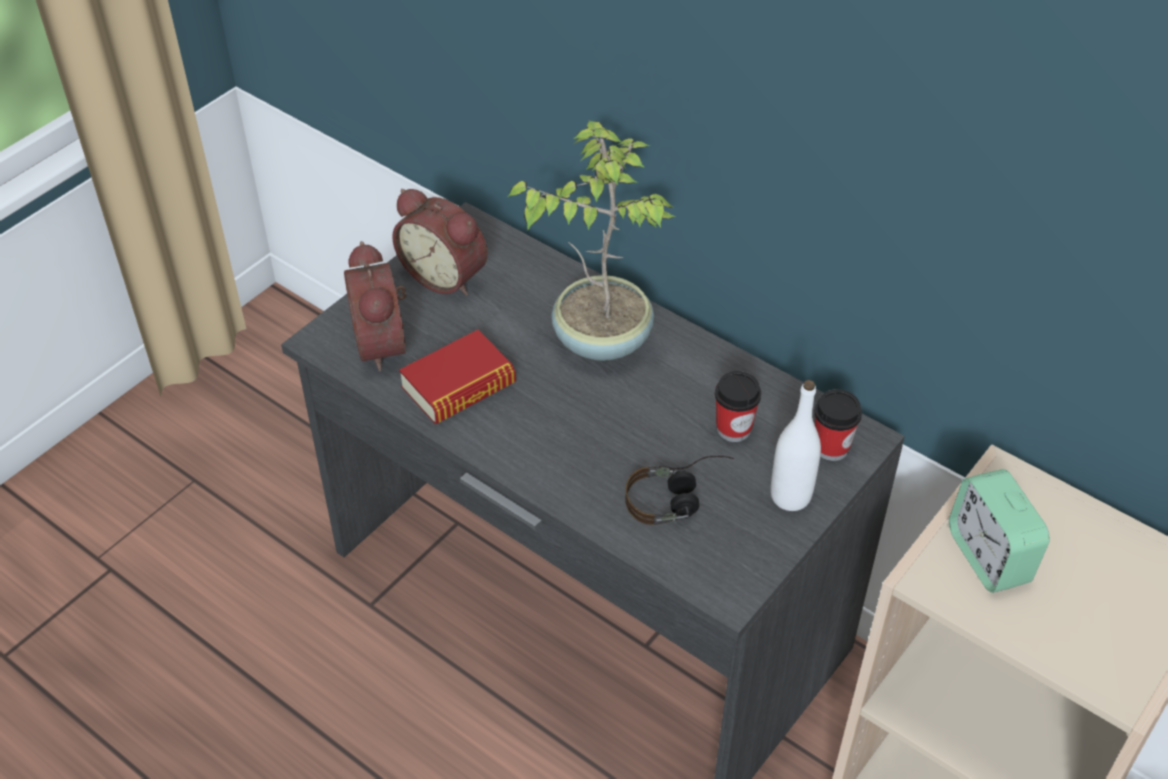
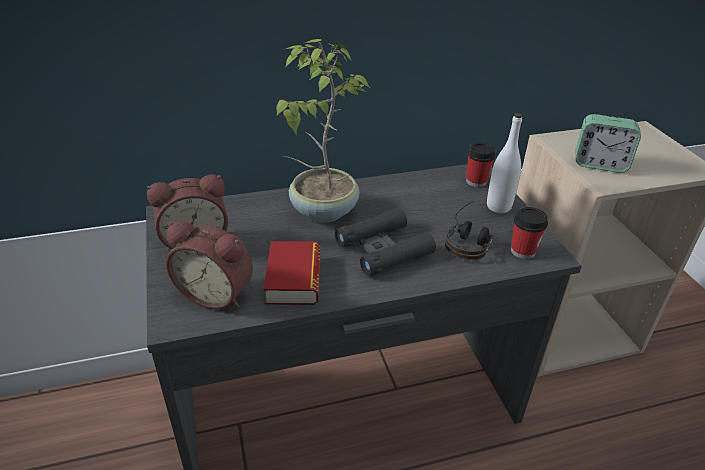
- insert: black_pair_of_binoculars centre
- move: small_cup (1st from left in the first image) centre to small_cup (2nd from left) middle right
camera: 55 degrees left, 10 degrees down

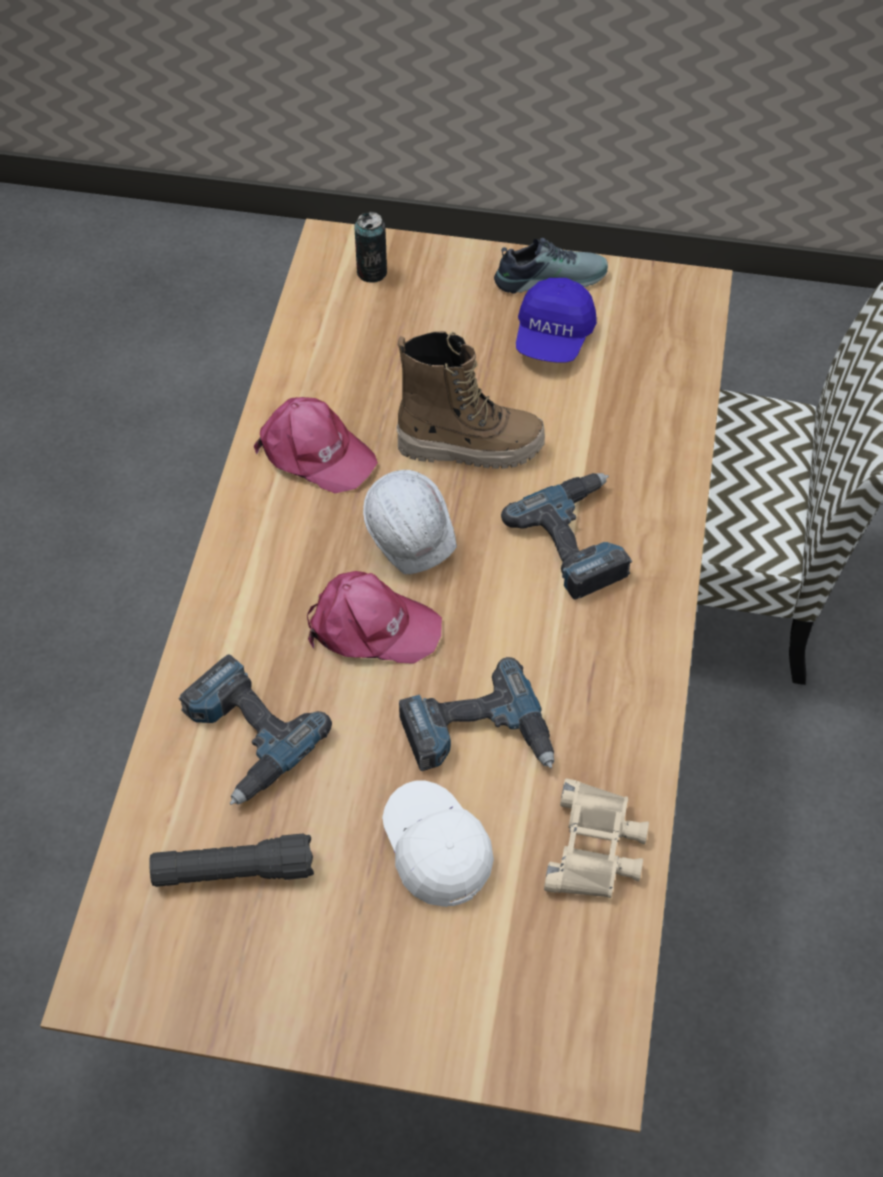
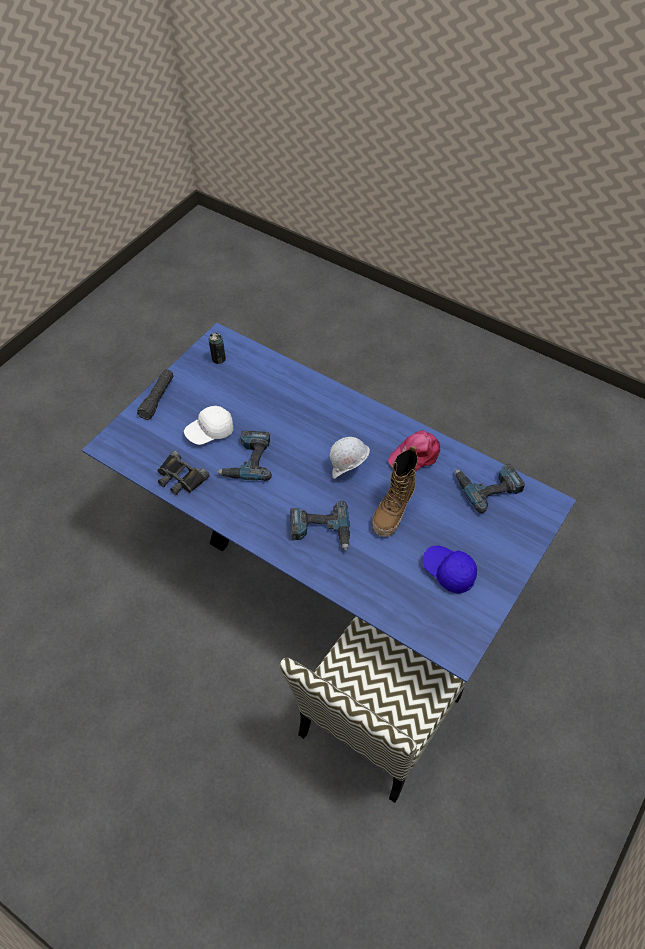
- recolor: brown-coloured_dining_table centre to blue-coloured_dining_table centre
- move: black_torch bottom left to middle left
- recolor: sand-coloured_pair_of_binoculars bottom right to black_pair_of_binoculars middle left
- rotate: whitish_baseball_cap bottom centre = middle left 150 degrees clockwise
- move: sealed_can top centre to centre
- move: drill (1st from left in the first image) middle left to drill (3rd from left) middle right
- delete: pinkish_baseball_cap (2nd from left) centre
- delete: item_of_footwear top centre
camera: 115 degrees right, 0 degrees up

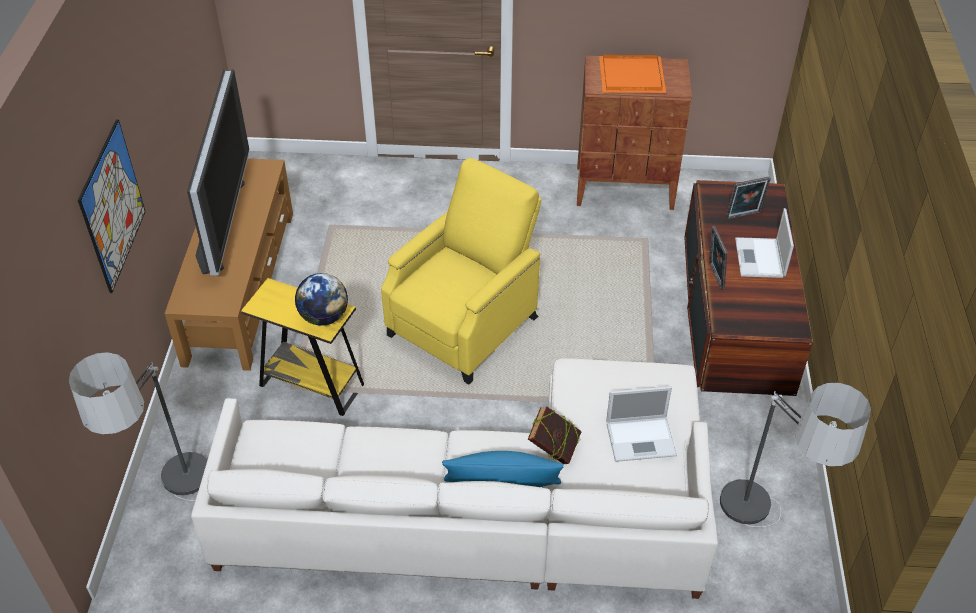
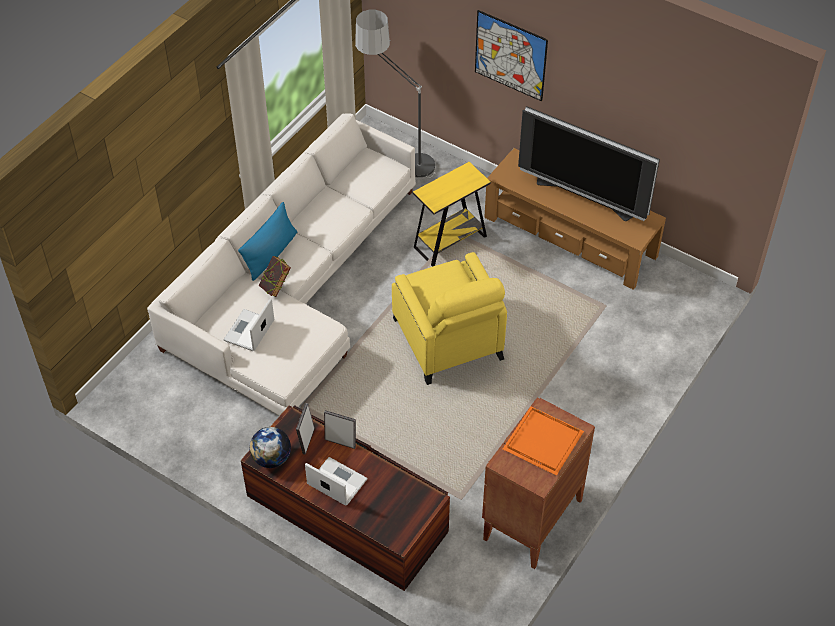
- move: globe middle left to bottom left
- move: photo_frame (2nd from left in the first image) top right to photo_frame (1st from left) bottom centre
- delete: standard_lamp (2nd from left) bottom right
camera: 120 degrees right, 5 degrees up

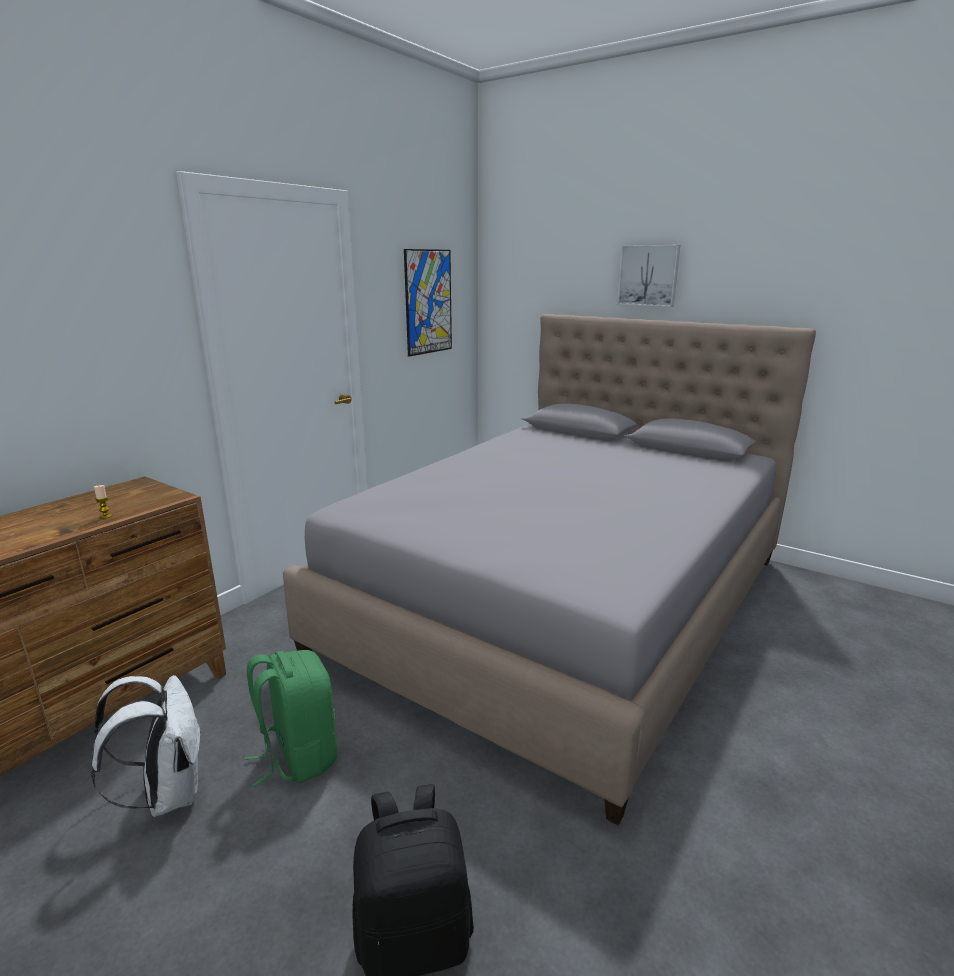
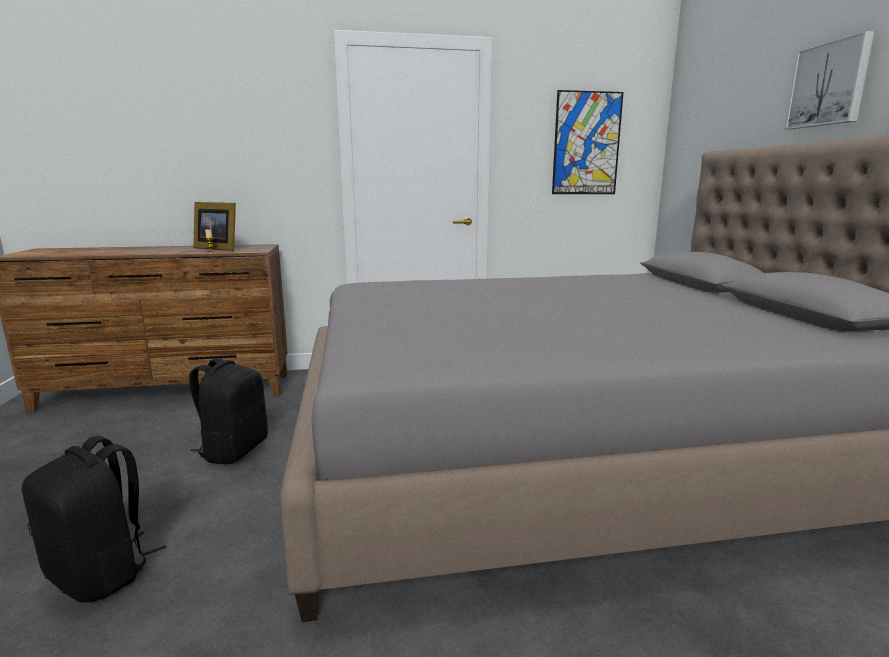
- recolor: green_knapsack bottom left to black_knapsack (2nd from left) middle left
- insert: photo_frame middle left
- delete: whitish_knapsack bottom left
camera: 45 degrees right, 5 degrees down

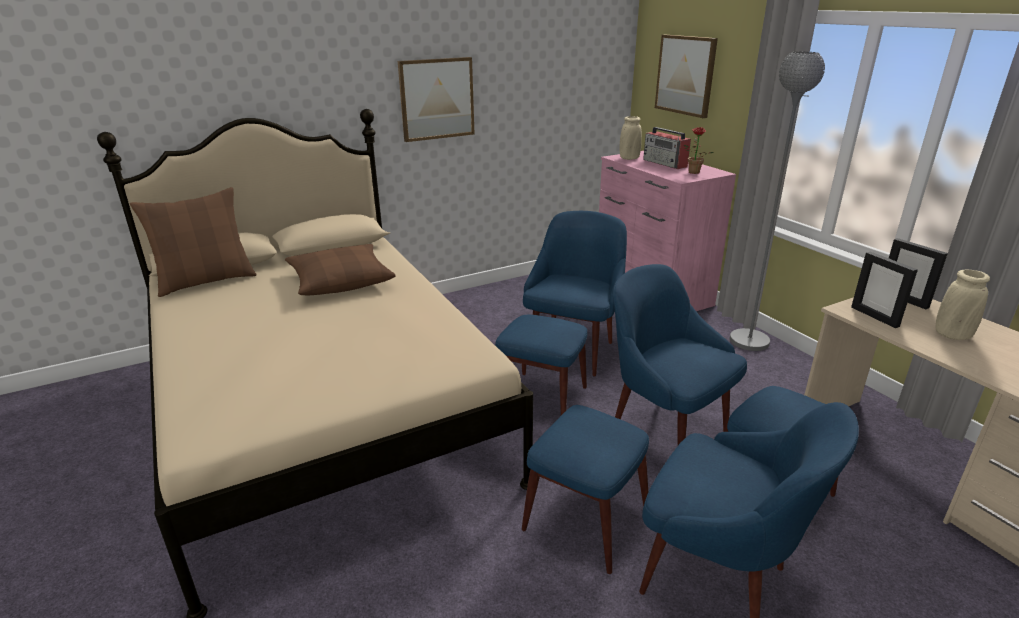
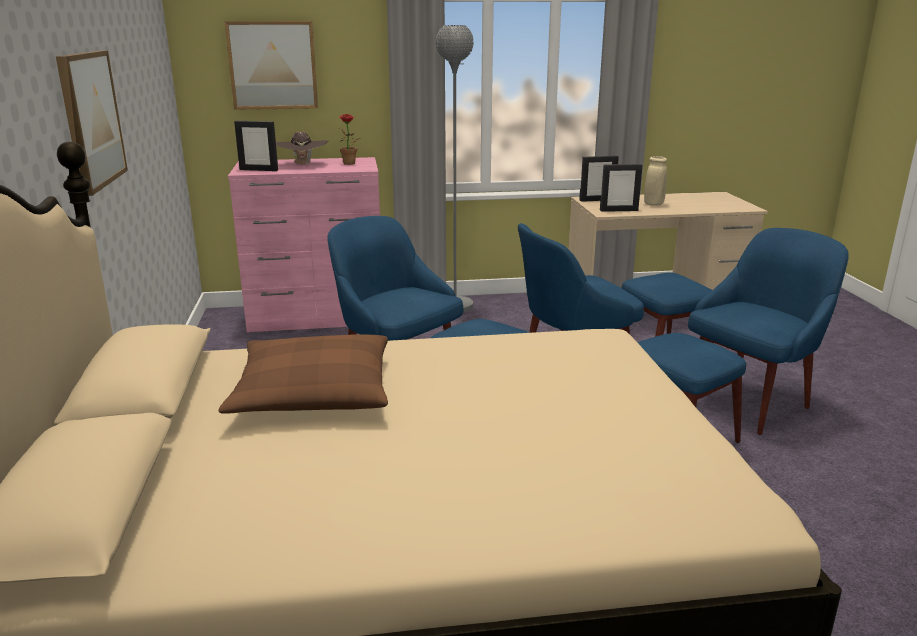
- replace: sand-coloured_vase (1st from left) top centre to photo_frame (1st from left) top left
- replace: radio top centre to brown-coloured_clothing_hat top left
- delete: brown-coloured_cushion (1st from left) middle left
camera: 70 degrees left, 5 degrees down

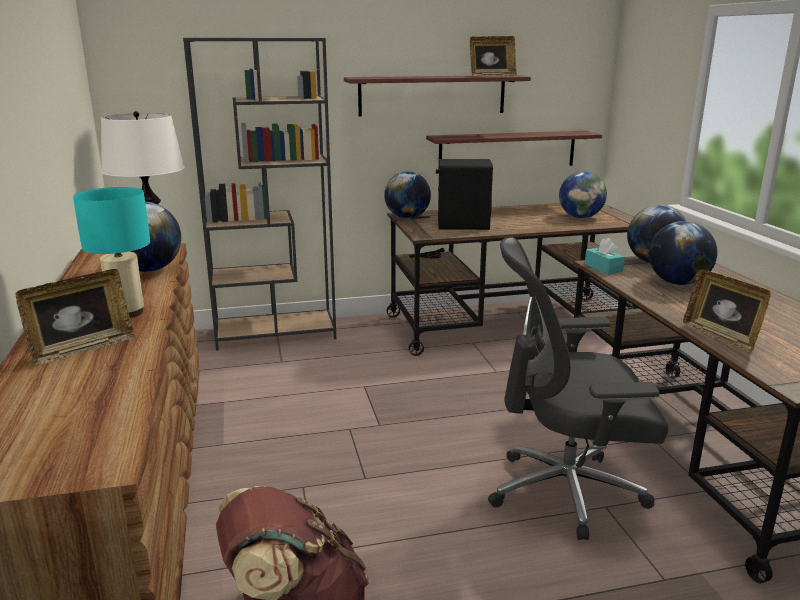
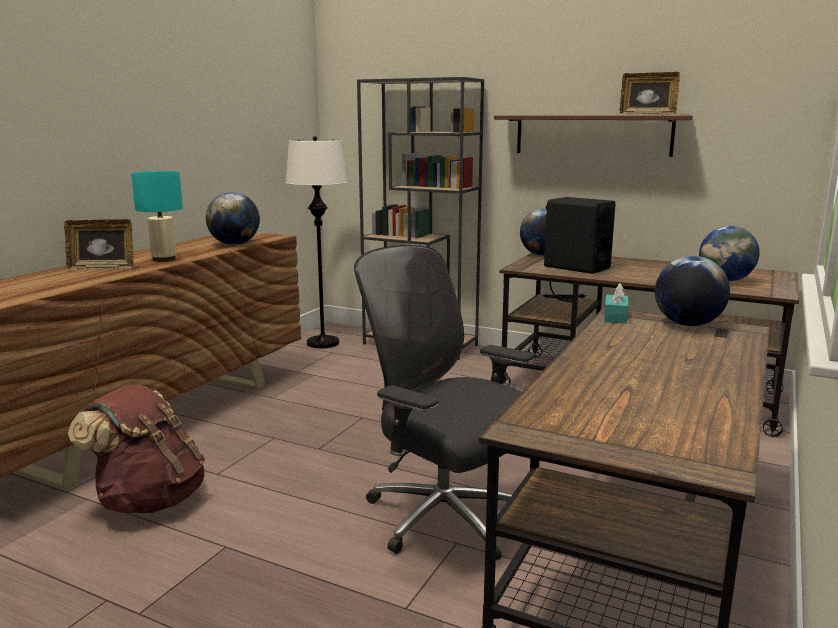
- delete: bracket_shelf (2nd from left) top centre
- delete: globe (5th from left) middle right
- delete: photo_frame (3rd from left) middle right
camera: 40 degrees right, 5 degrees down

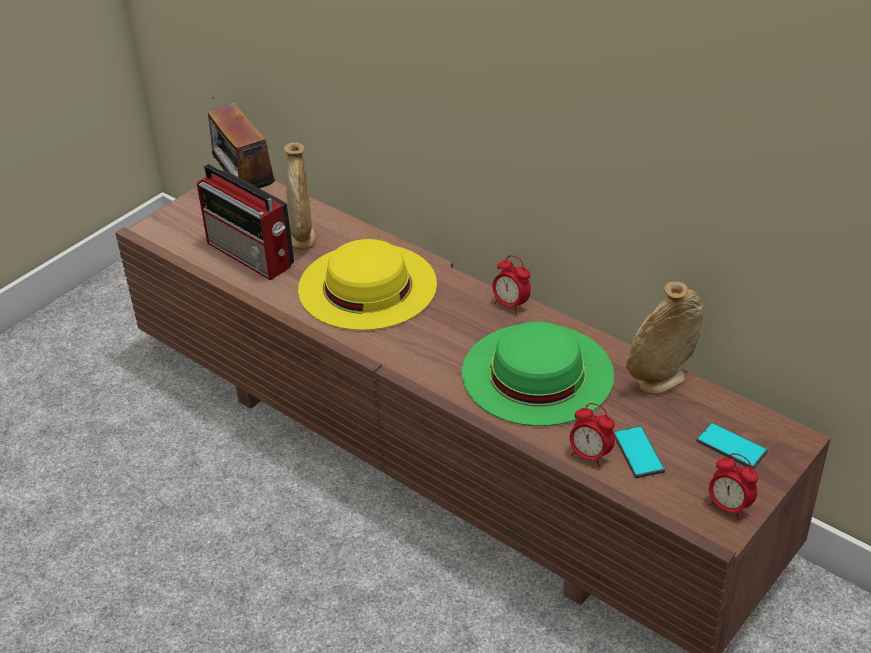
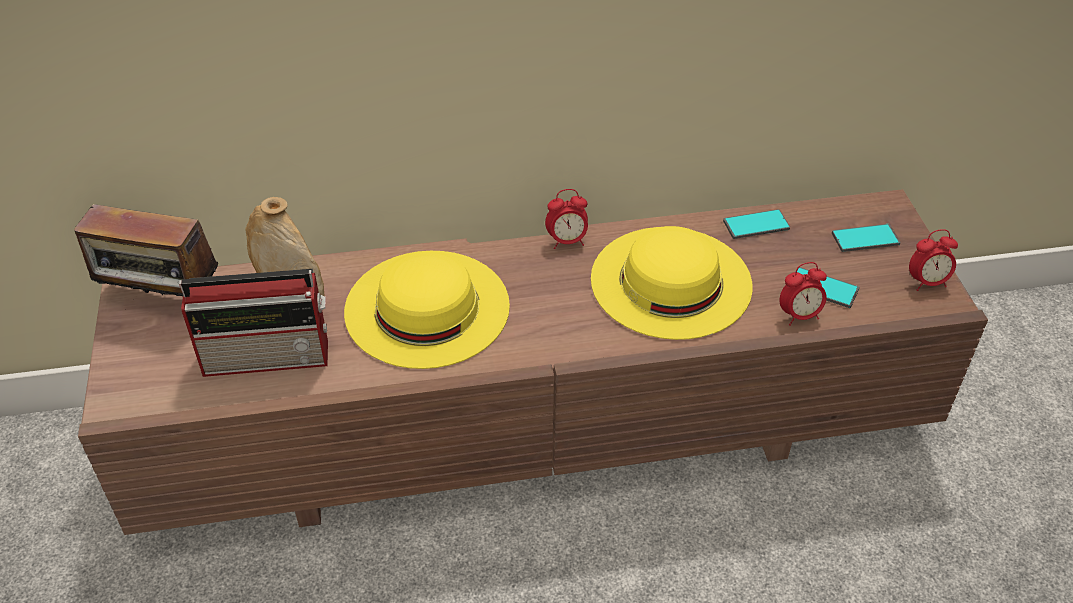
- recolor: green_clothing_hat centre to yellowish_clothing_hat (2nd from left) centre
- replace: sand-coloured_vase (2nd from left) middle right to telephone (1st from left) middle right
camera: 50 degrees left, 5 degrees up

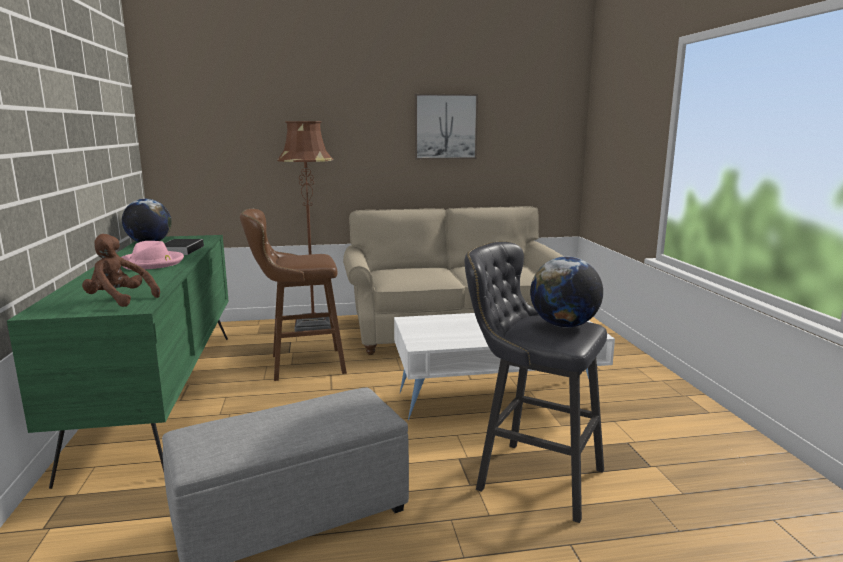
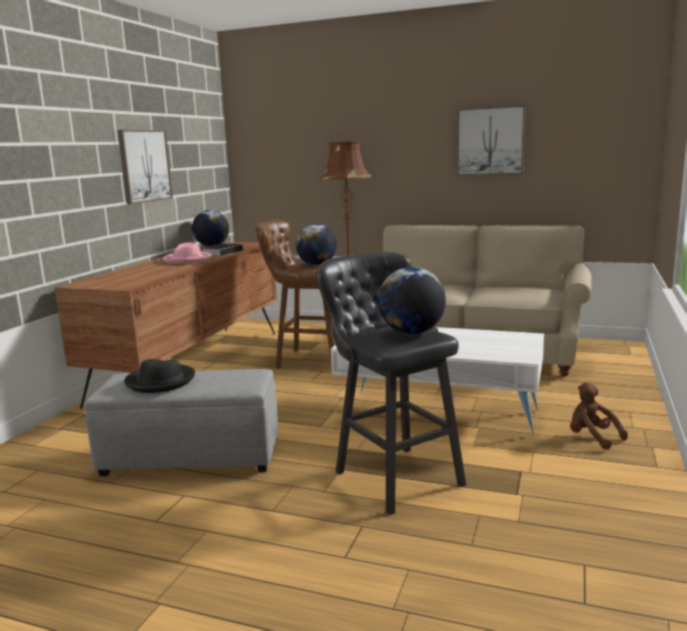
- recolor: green_media_console middle left to brown-coloured_media_console middle left
- insert: wall_art (1st from left) top left
- insert: black_clothing_hat middle left
- insert: globe (2nd from left) centre
- move: brown-coloured_soft_toy middle left to middle right
camera: 30 degrees right, 0 degrees up

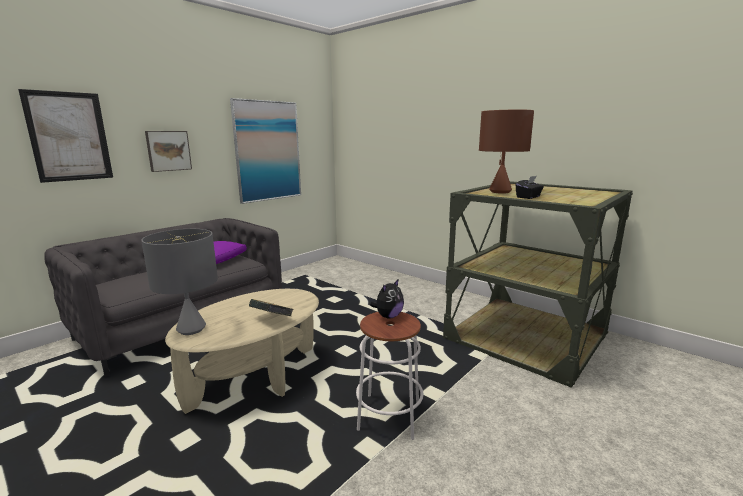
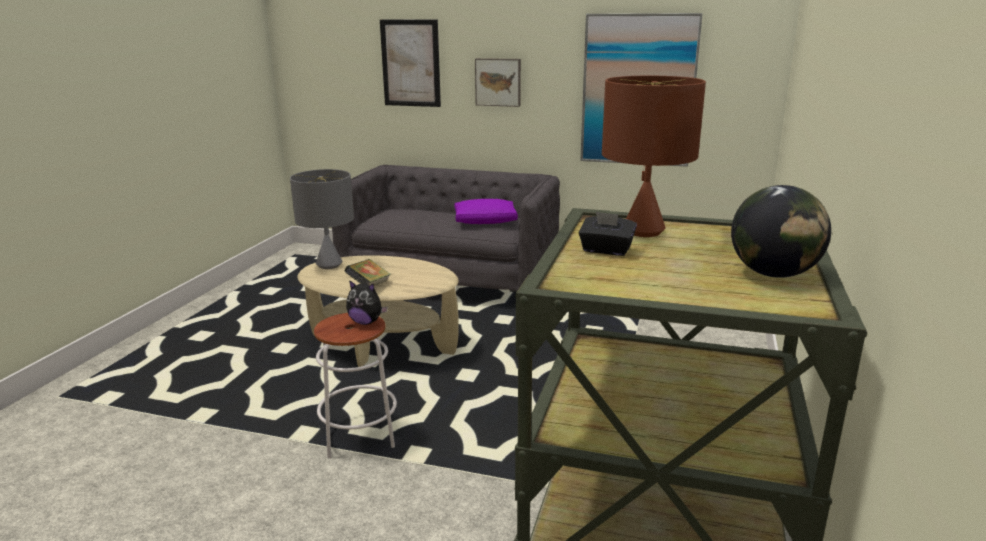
- insert: globe middle right
camera: 65 degrees right, 5 degrees up

